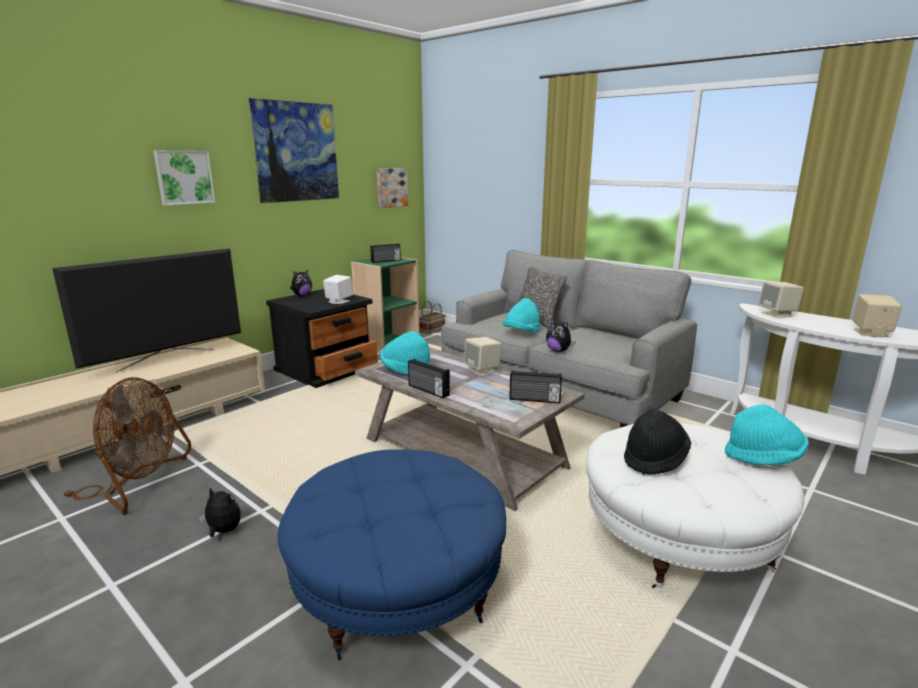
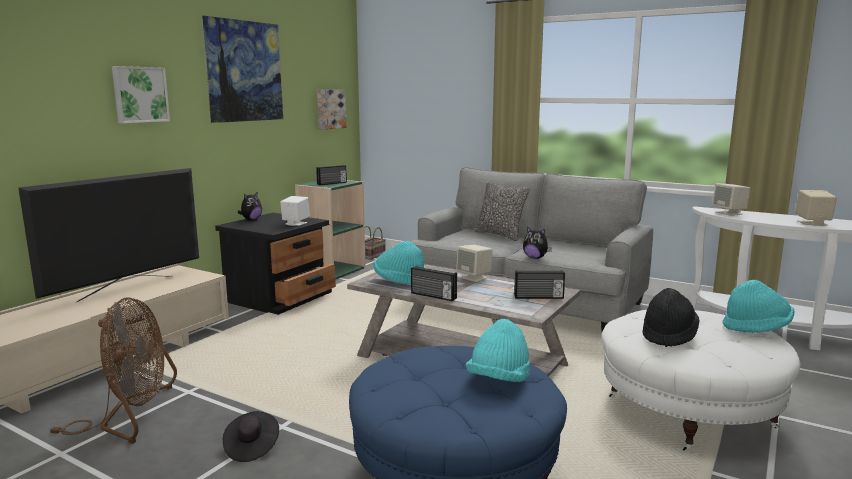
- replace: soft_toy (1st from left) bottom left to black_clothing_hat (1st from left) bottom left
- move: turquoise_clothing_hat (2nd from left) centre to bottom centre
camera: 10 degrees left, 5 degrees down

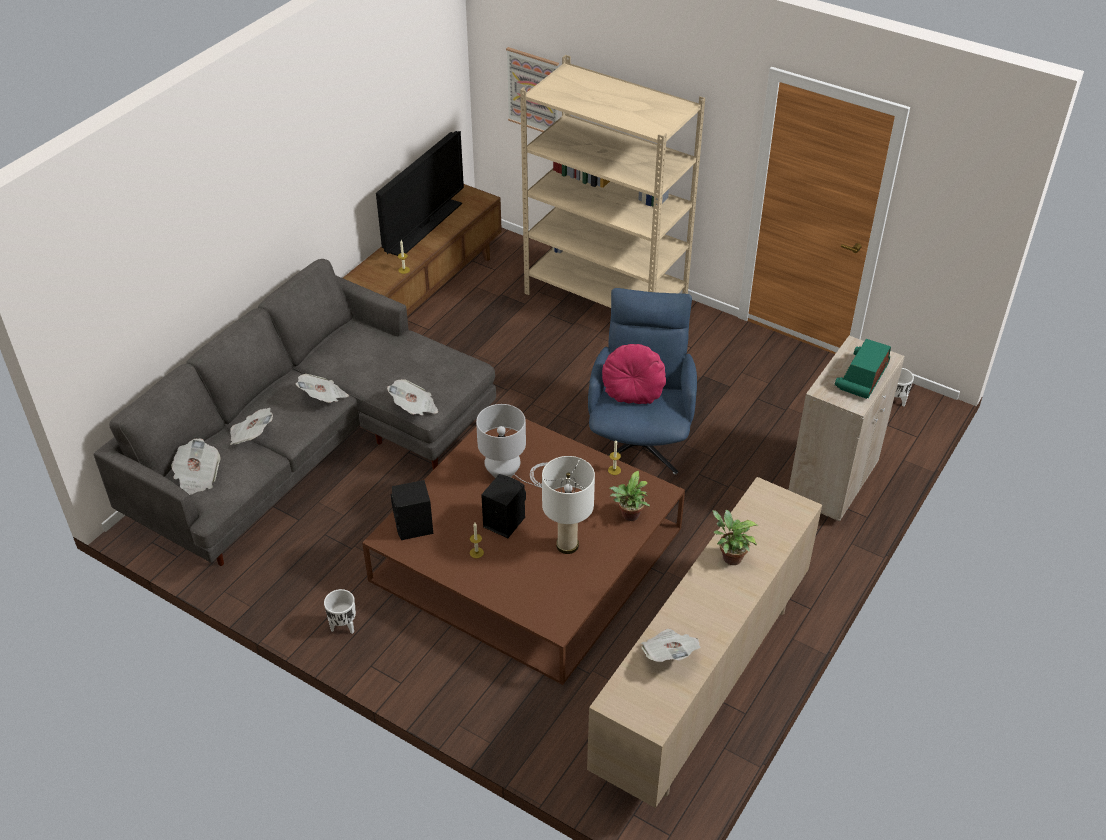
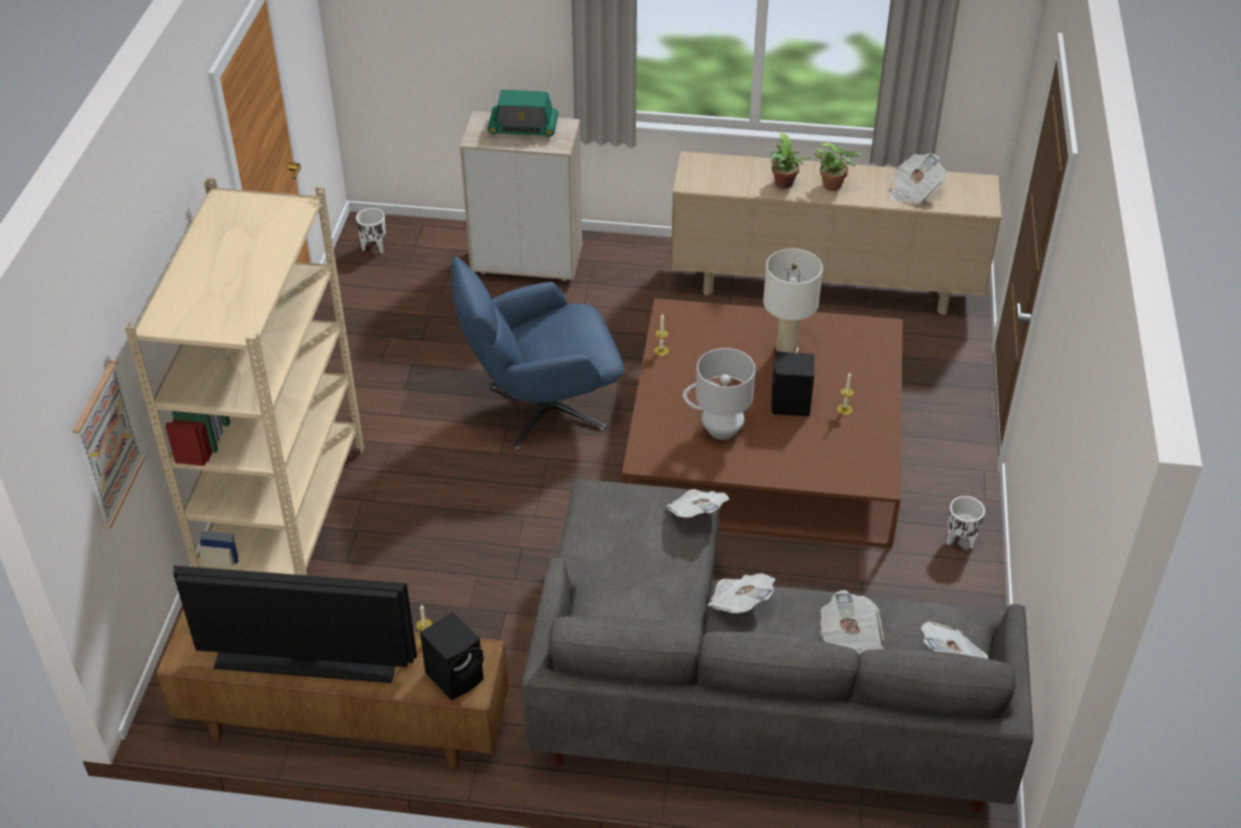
- move: black_audio_speaker (1st from left) centre to bottom centre
- move: plant_in_a_pot (1st from left in the first image) centre to plant_in_a_pot (2nd from left) top right
- delete: pinkish_cushion centre
camera: 115 degrees left, 0 degrees up

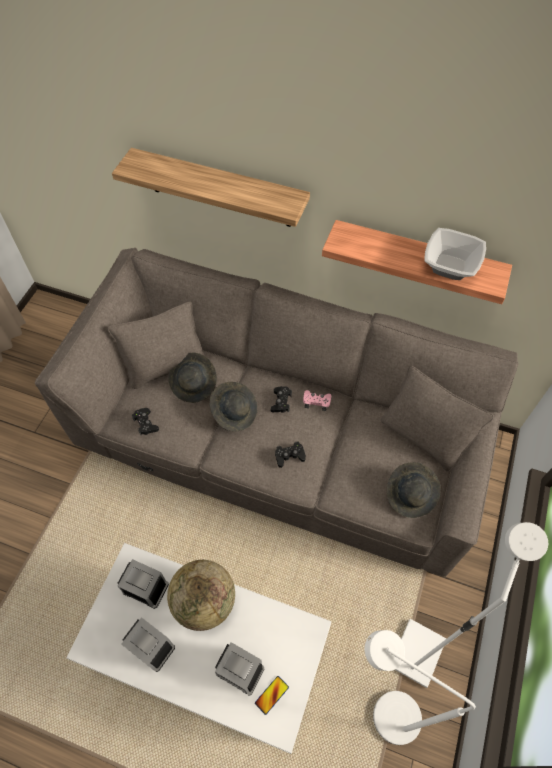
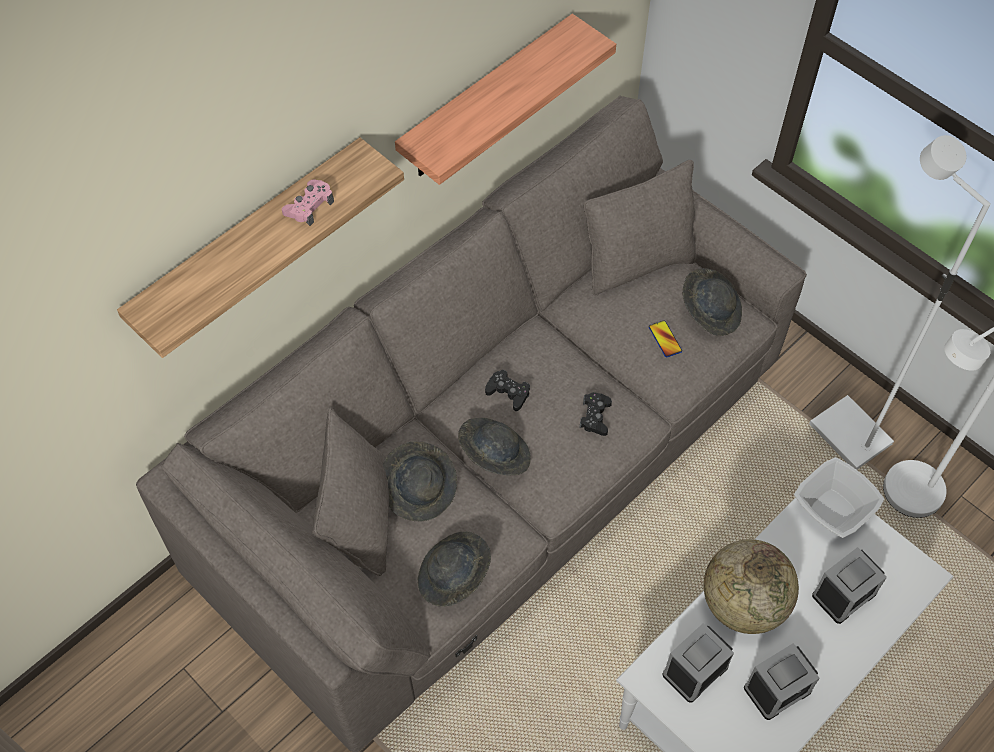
- move: pinkish_gamepad centre to top left
- replace: black_gamepad (1st from left) middle left to greyish_clothing_hat (2nd from left) bottom centre
- move: telephone bottom centre to middle right
- move: bowl top right to middle right
camera: 65 degrees left, 0 degrees up

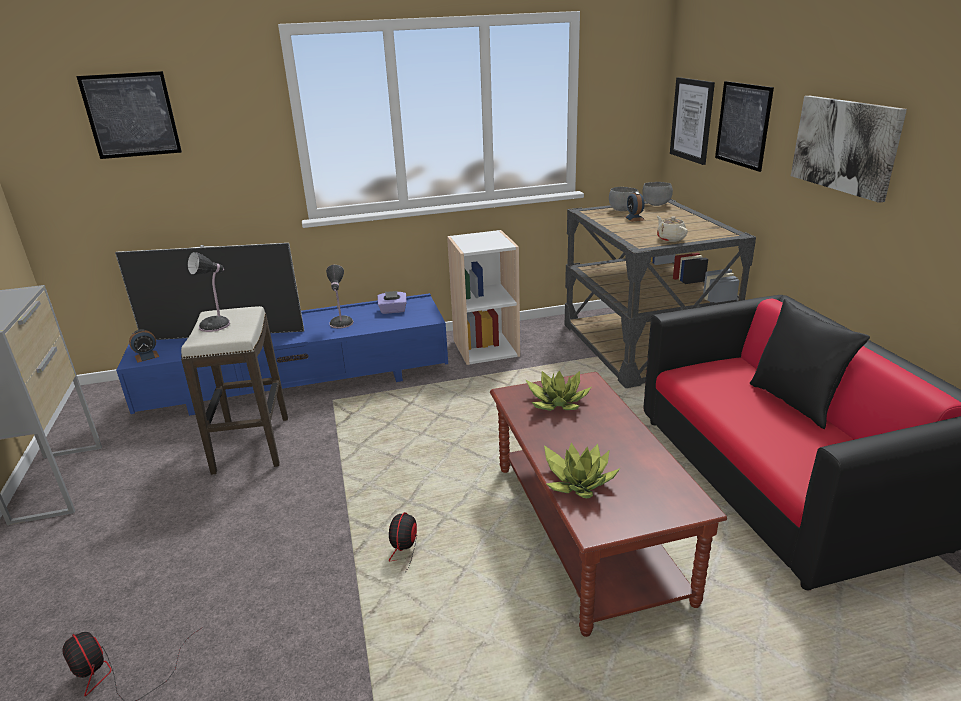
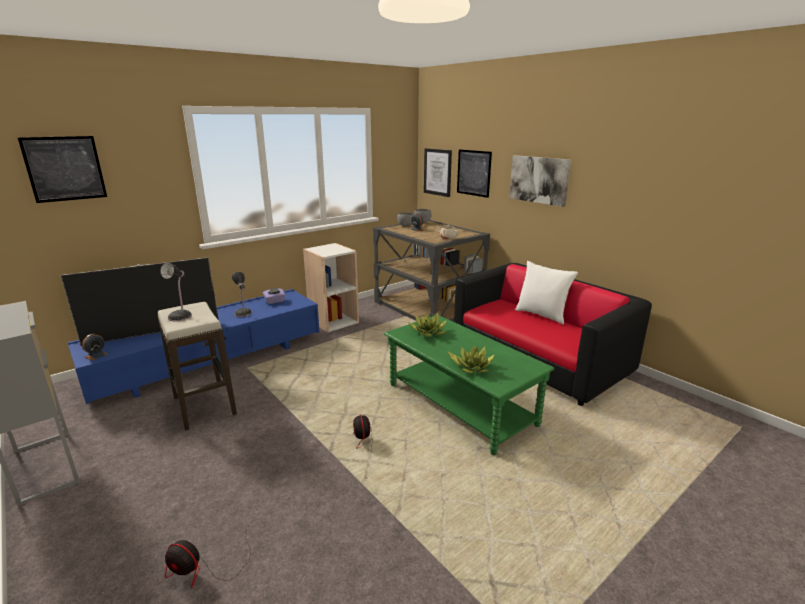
- recolor: brown-coloured_lounge_table bottom centre to green_lounge_table centre
- recolor: black_cushion middle right to whitish_cushion middle right
camera: 25 degrees left, 5 degrees down

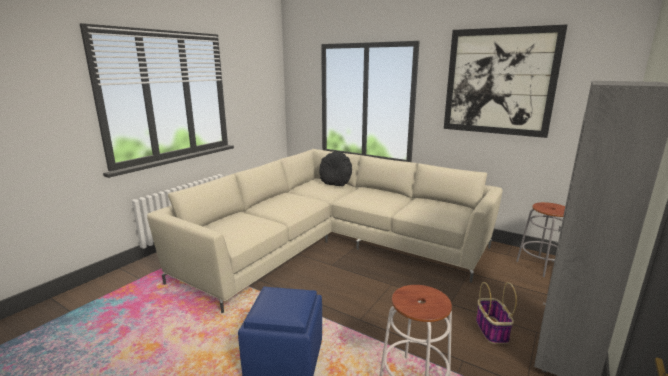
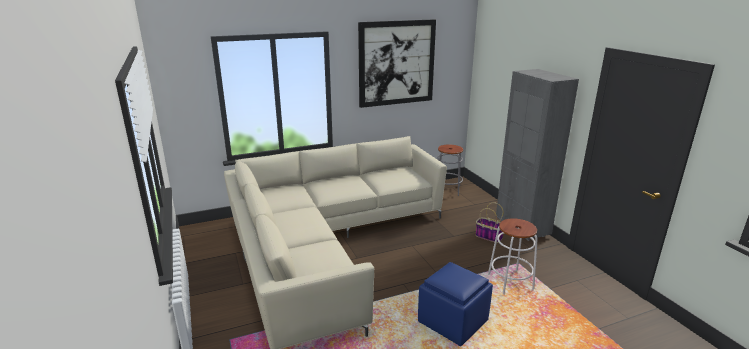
- delete: black_cushion centre
camera: 55 degrees left, 5 degrees up

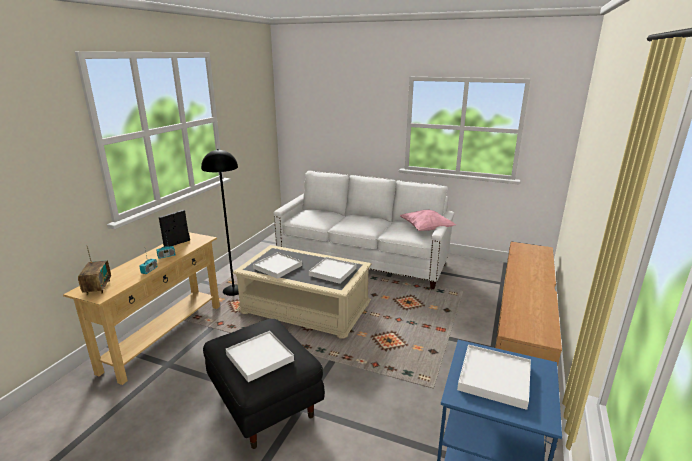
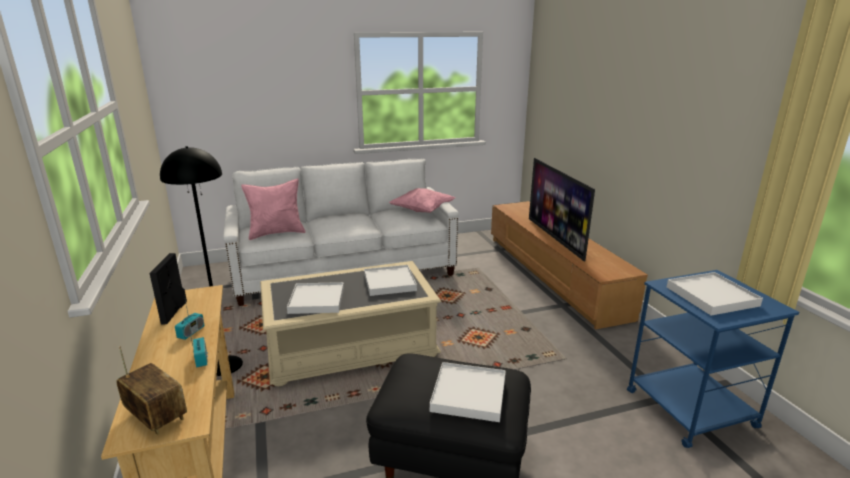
- insert: pinkish_cushion (1st from left) middle left
- insert: TV_set centre
camera: 40 degrees left, 0 degrees up

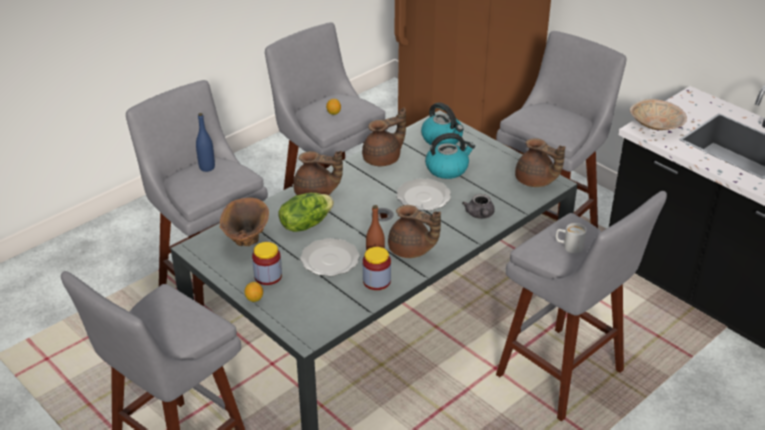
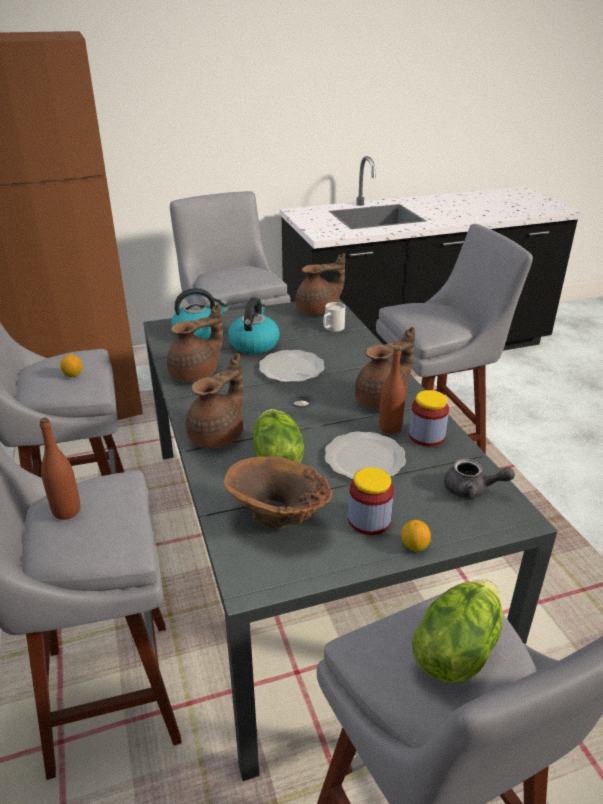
- recolor: blue-coloured_drink_bottle top left to brown-coloured_drink_bottle (1st from left) middle left
- rotate: brown-coloured_pot_for_tea (2nd from left in the first image) top centre = middle left 60 degrees clockwise
- move: whitish_mug middle right to centre
- insert: head_of_lettuce (2nd from left) bottom right
- move: greyish_pot_for_tea centre to middle right
- delete: sand-coloured_bowl top right
camera: 65 degrees left, 5 degrees down

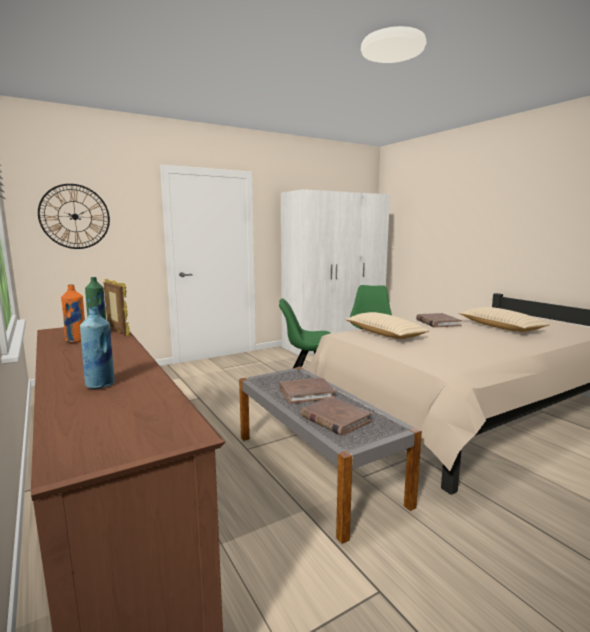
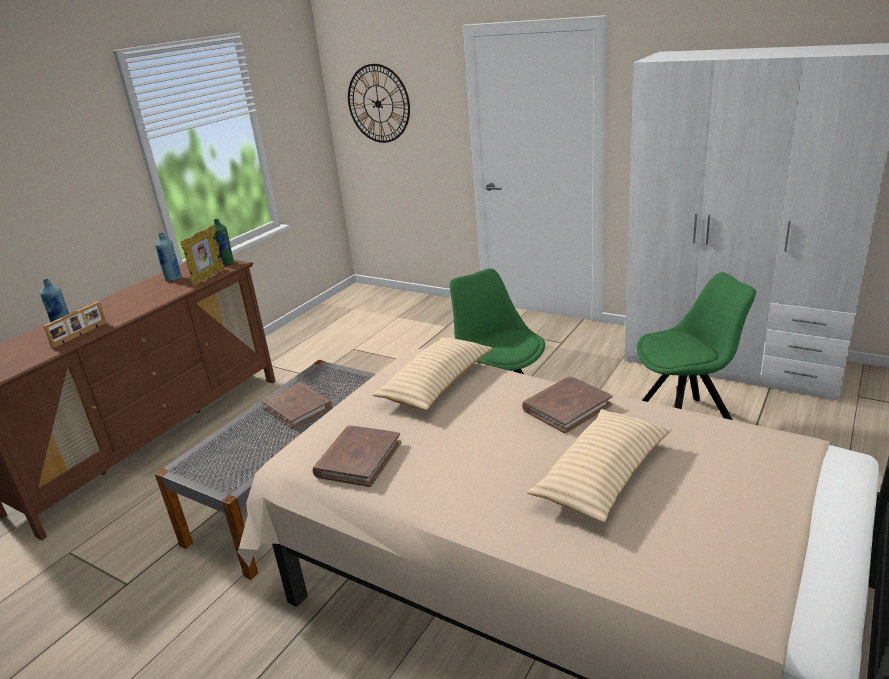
- insert: photo_frame (1st from left) middle left
- recolor: orange_drink_bottle middle left to blue-coloured_drink_bottle (2nd from left) middle left
- move: brown-coloured_book (2nd from left) centre to bottom centre
camera: 65 degrees right, 15 degrees up

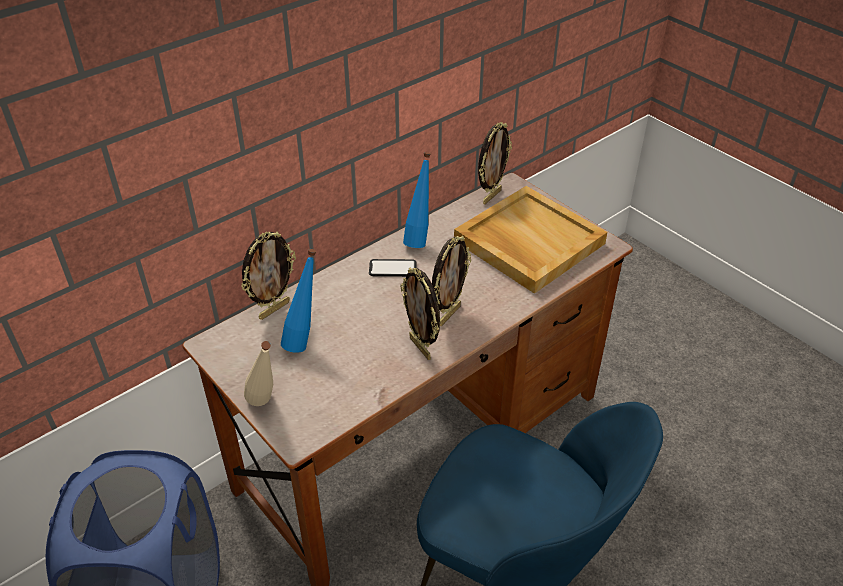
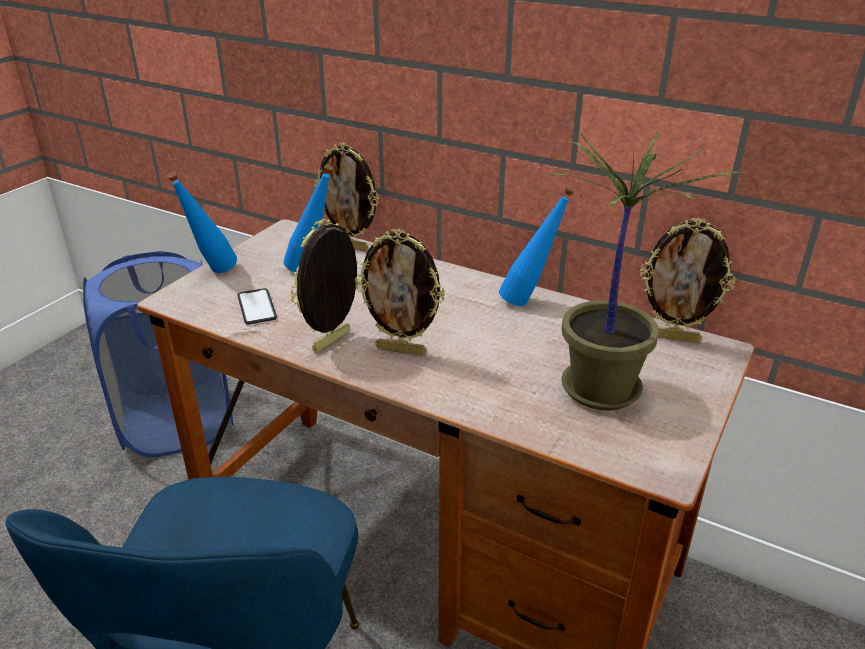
- recolor: sand-coloured_drink_bottle middle left to blue-coloured_drink_bottle (1st from left) middle left
- move: telephone centre to middle left
- replace: sand-coloured_tray centre to plant_in_a_pot middle right
camera: 70 degrees right, 10 degrees down

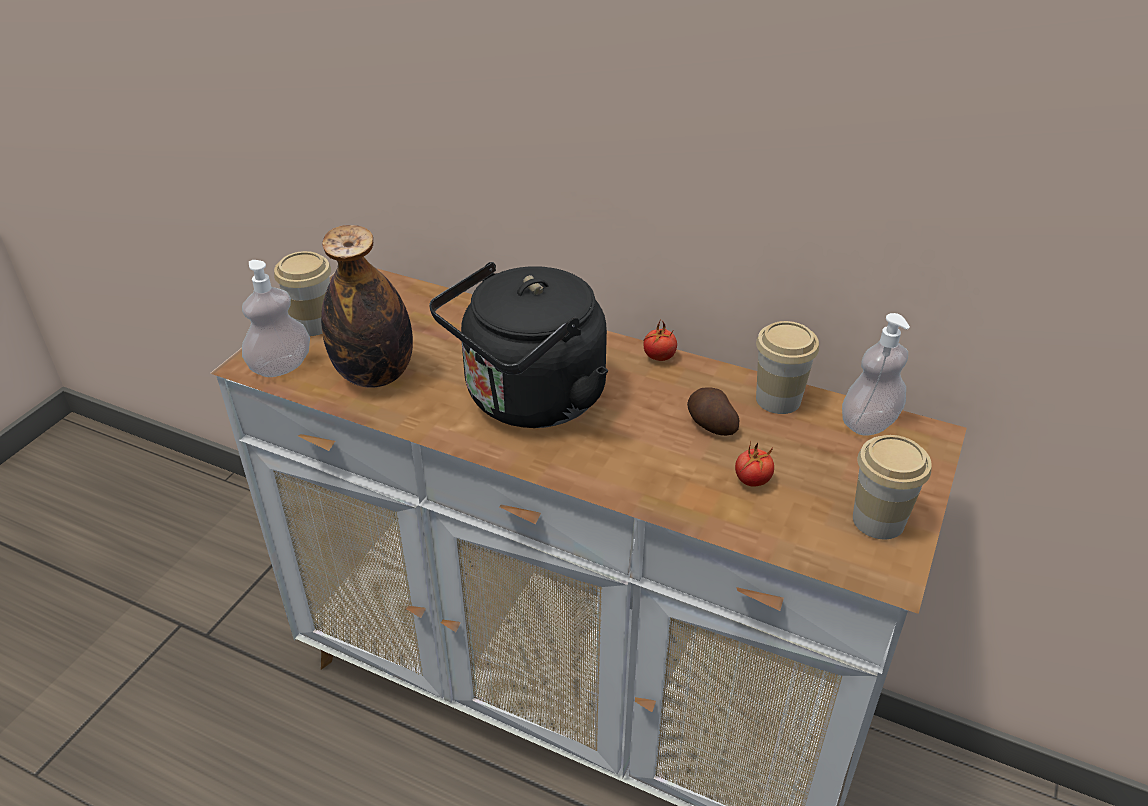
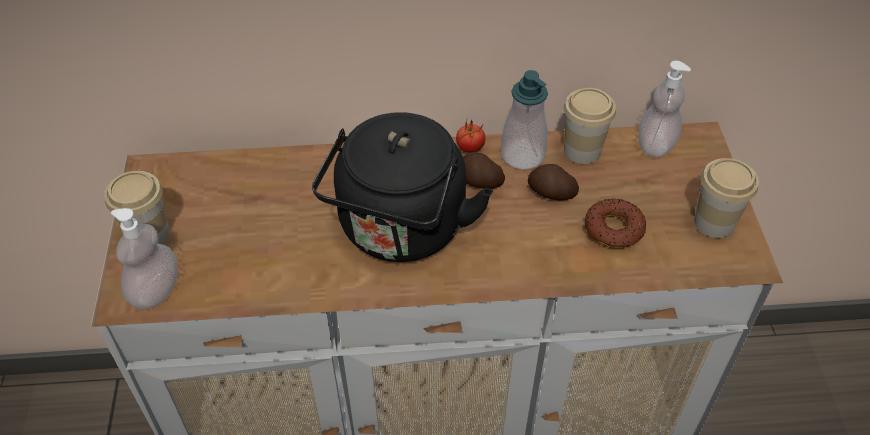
- insert: spud (1st from left) centre
- insert: liquid_soap_bottle (2nd from left) top centre
- replace: fresh_tomato (2nd from left) centre to doughnut middle right
- delete: drink_bottle middle left
camera: 30 degrees left, 10 degrees up

